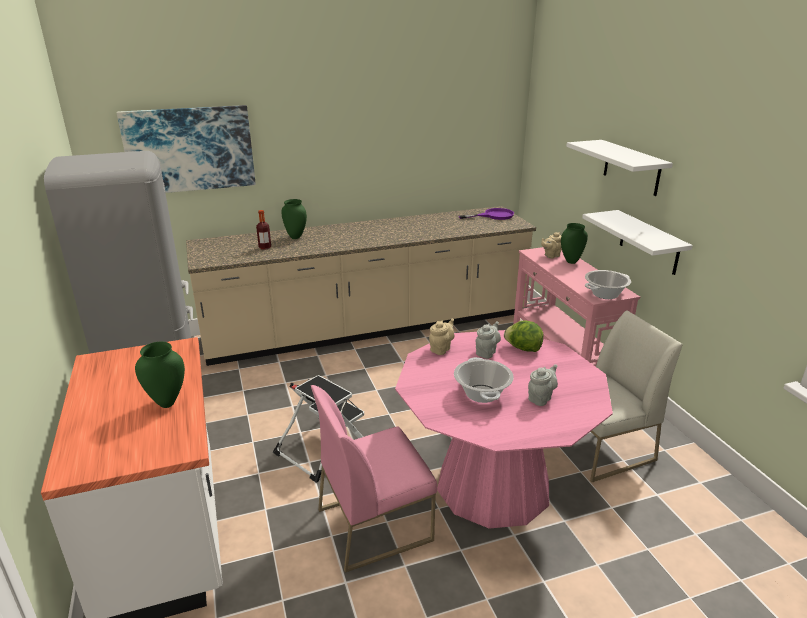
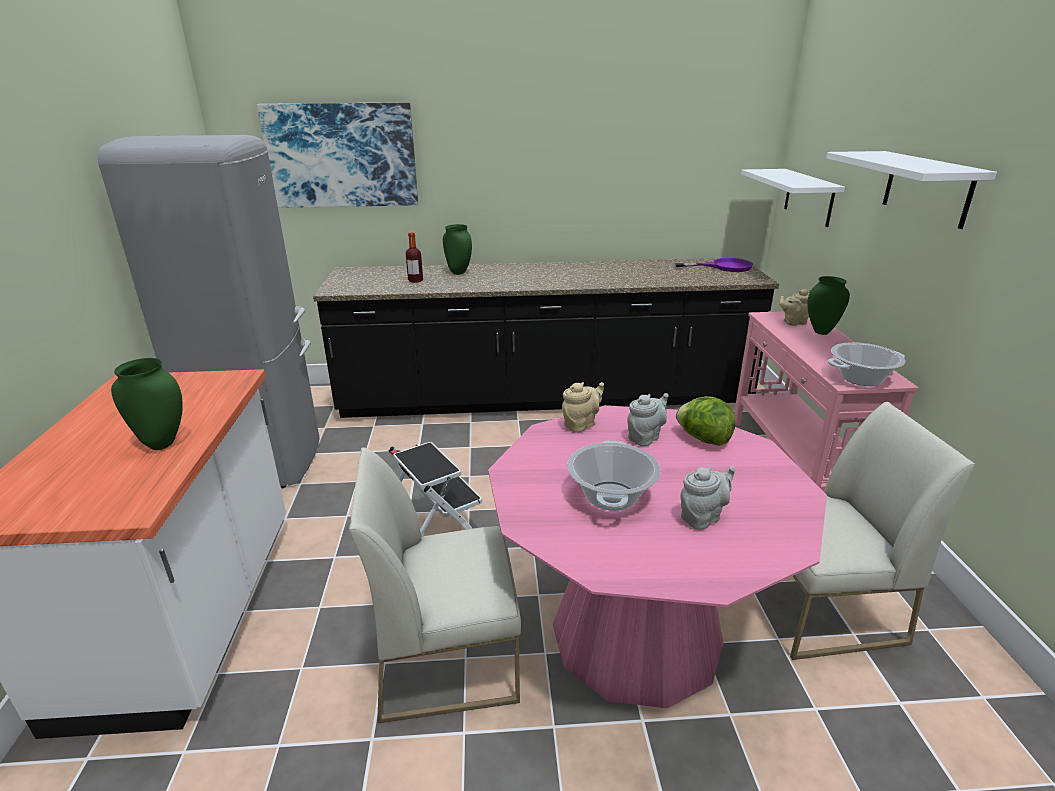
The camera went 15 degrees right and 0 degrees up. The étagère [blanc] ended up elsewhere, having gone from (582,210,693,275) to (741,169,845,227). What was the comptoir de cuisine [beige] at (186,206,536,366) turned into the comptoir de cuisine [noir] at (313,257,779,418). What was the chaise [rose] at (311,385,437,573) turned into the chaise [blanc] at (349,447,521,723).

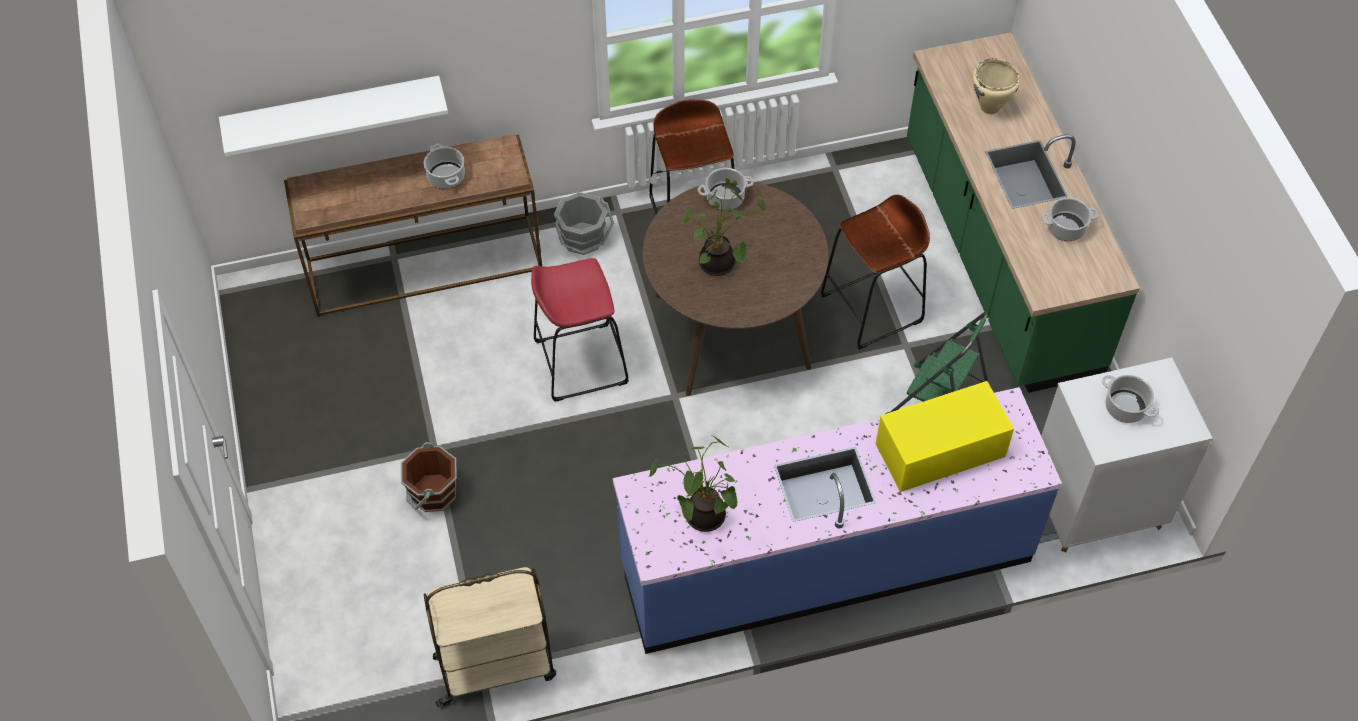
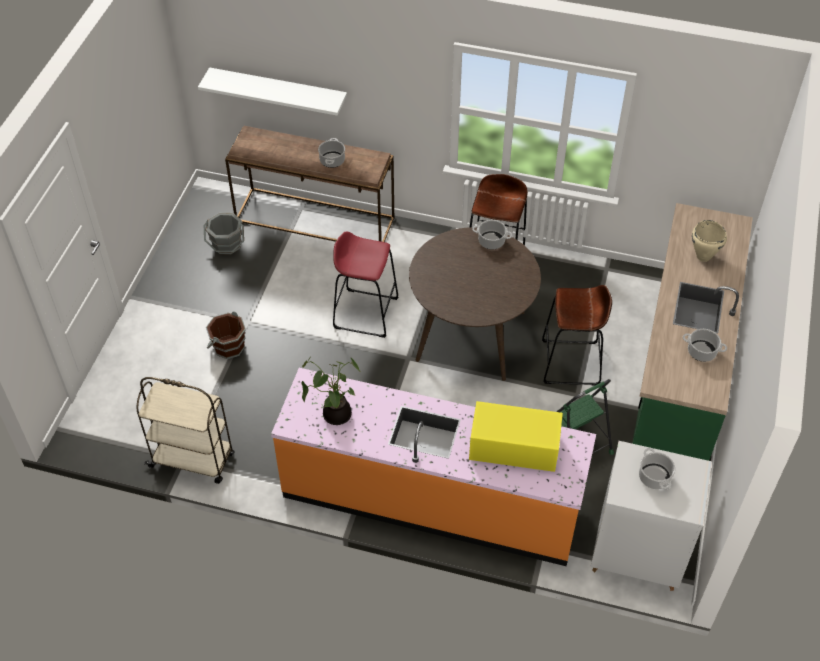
The camera went 30 degrees right and 5 degrees down. The second view lost the plante en pot at (682,178,766,276). The seau [gris] ended up elsewhere, having gone from (554,192,614,255) to (203,213,244,255). What was the comptoir de cuisine [bleu] at (613,387,1062,654) turned into the comptoir de cuisine [orange] at (271,368,596,566).

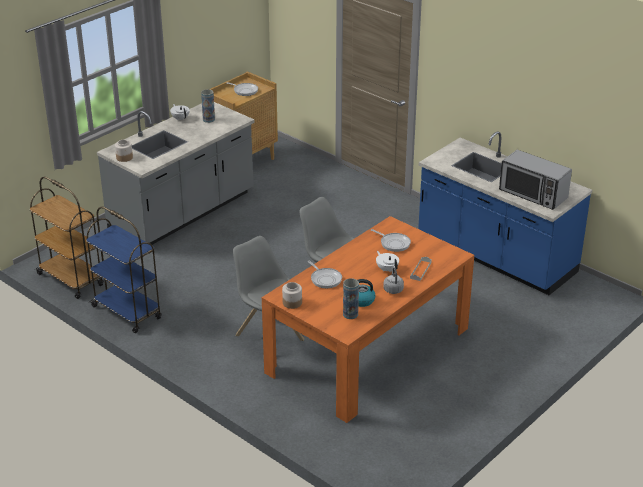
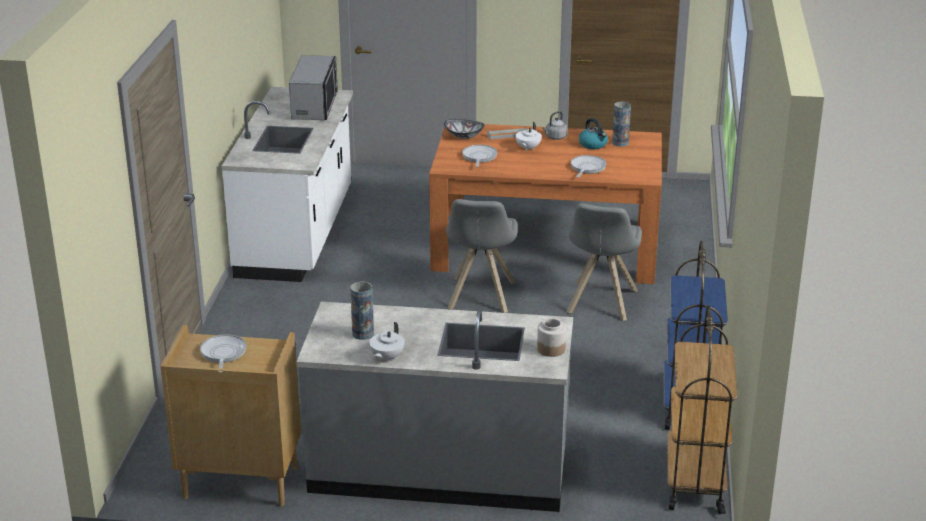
The camera went 125 degrees left and 5 degrees down. The second view lost the bocal at (282,282,302,309). The second view gained the bol at (444,119,485,139). What was the comptoir de cuisine [bleu] at (418,131,592,295) turned into the comptoir de cuisine [blanc] at (222,87,353,282).

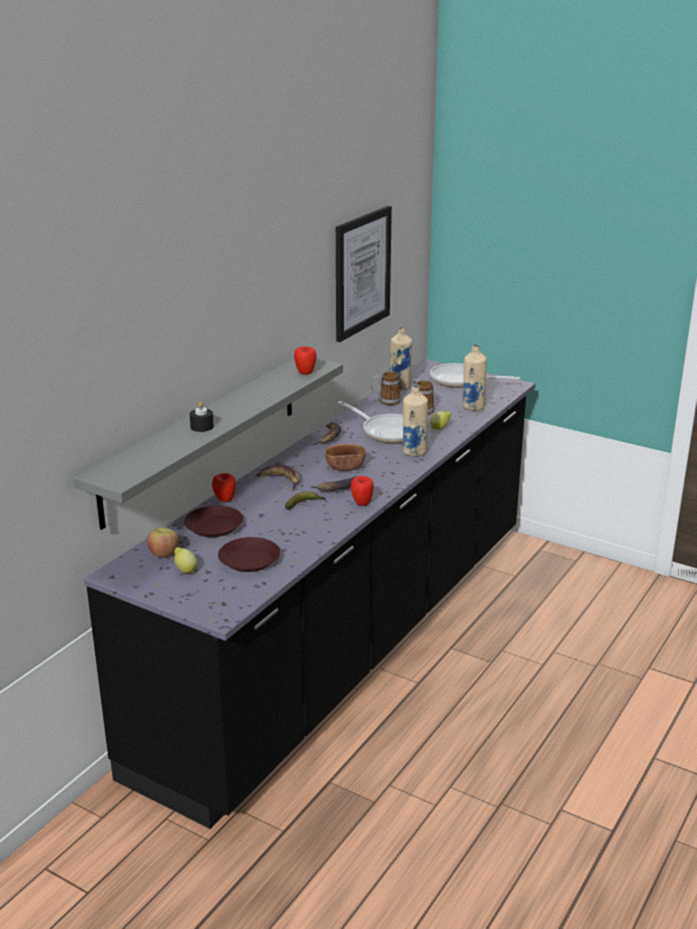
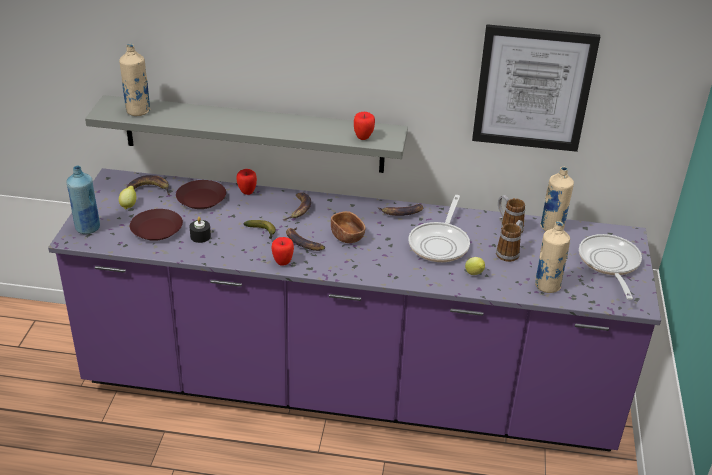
The camera went 65 degrees right and 10 degrees up. The second view gained the bouteille [bleu] at (66,166,100,234). The bougie [noir] ended up elsewhere, having gone from (190,401,214,432) to (189,217,211,243). The bouteille [beige] ended up elsewhere, having gone from (403,385,428,457) to (119,44,151,116). Where the pomme stood at (147,527,179,558), the banane came to stand at (126,175,170,195). What was the comptoir de cuisine [noir] at (84,359,535,829) turned into the comptoir de cuisine [violet] at (48,168,661,452).

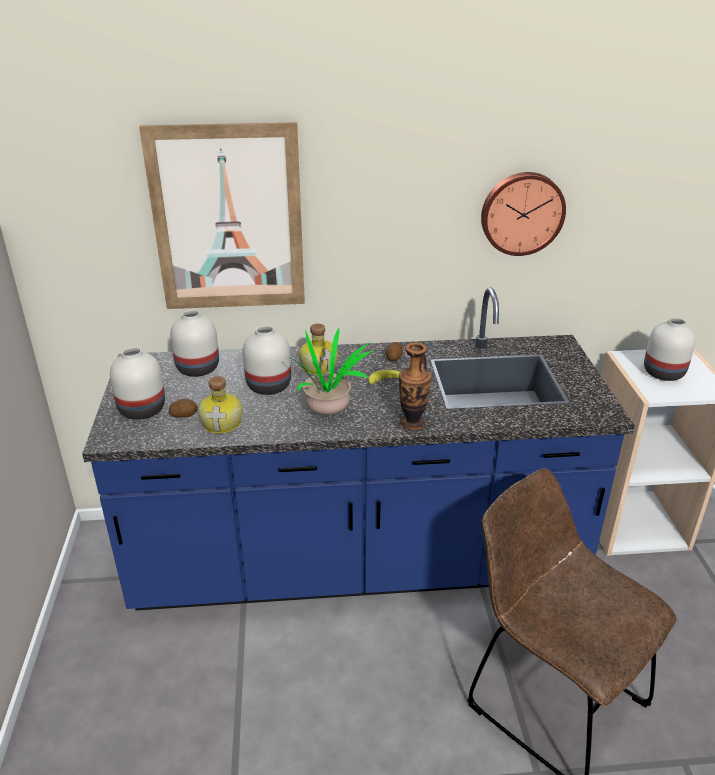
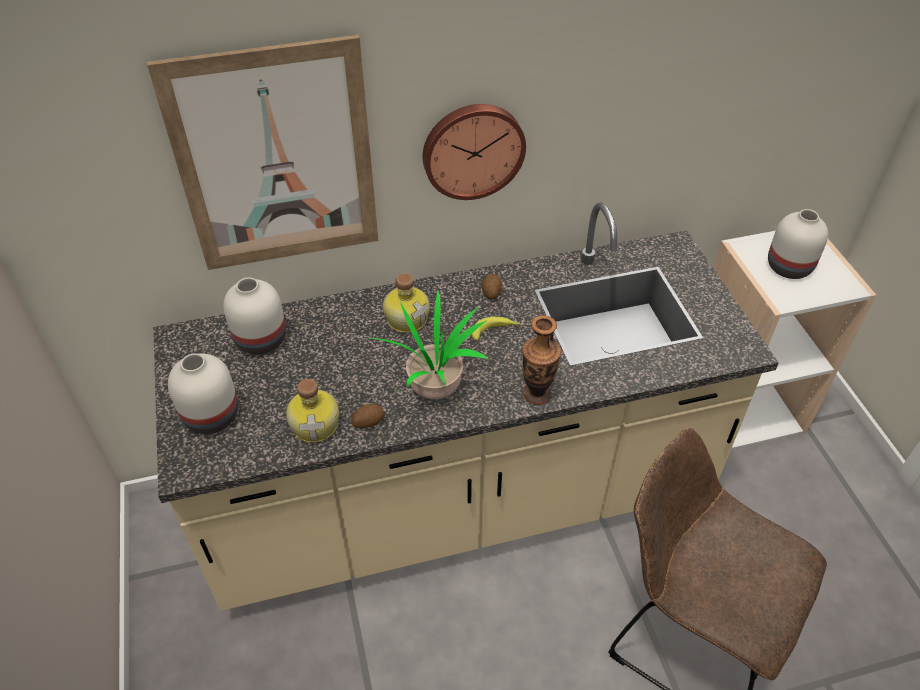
The camera went 10 degrees left and 15 degrees up. The second view lost the vase [blanc] at (243,325,291,395). The pomme de terre ended up elsewhere, having gone from (169,399,198,418) to (351,404,385,428). The horloge murale ended up elsewhere, having gone from (481,172,566,256) to (423,104,526,200). What was the comptoir de cuisine [bleu] at (82,287,635,611) turned into the comptoir de cuisine [beige] at (153,203,779,611).

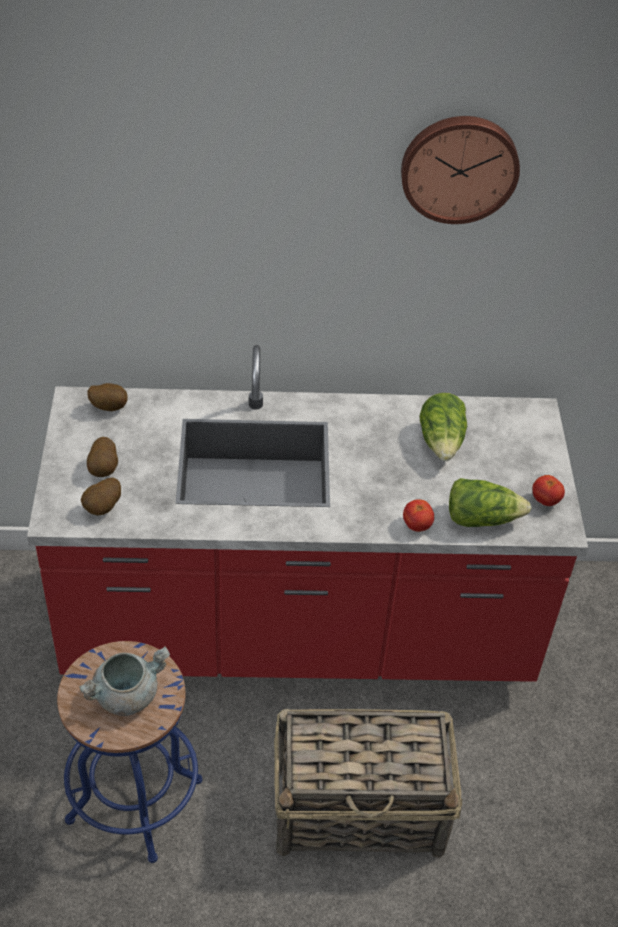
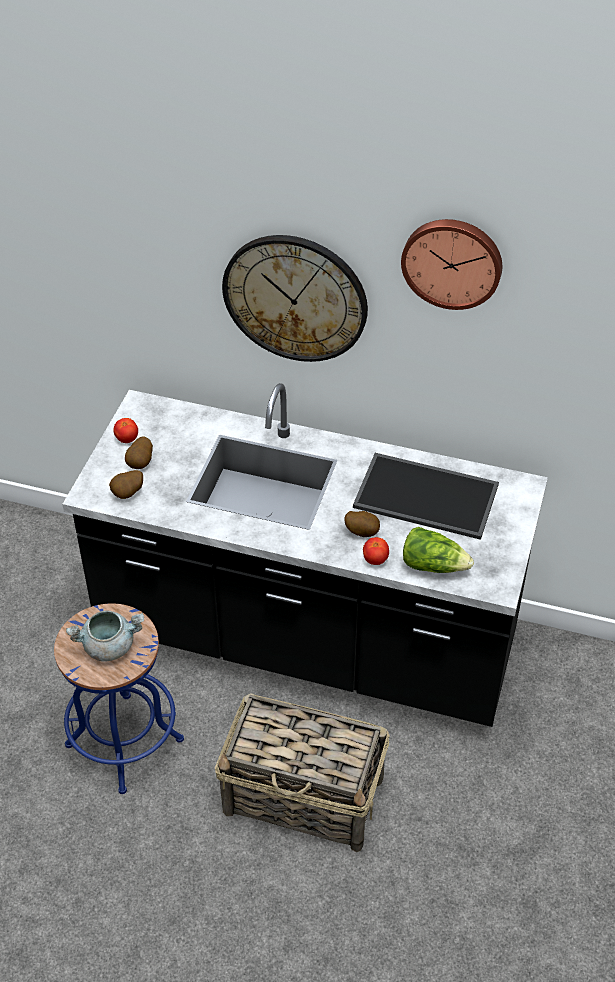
The camera went 20 degrees right and 0 degrees up. The second view gained the horloge murale at (222,235,368,362). The pomme de terre ended up elsewhere, having gone from (87,383,128,411) to (345,511,380,537). The tomate ended up elsewhere, having gone from (532,475,565,506) to (113,418,138,443). Where the laitue stood at (419,393,467,461), the plateau came to stand at (353,453,499,540). What was the comptoir de cuisine [rouge] at (27,345,588,682) turned into the comptoir de cuisine [noir] at (62,383,548,727).

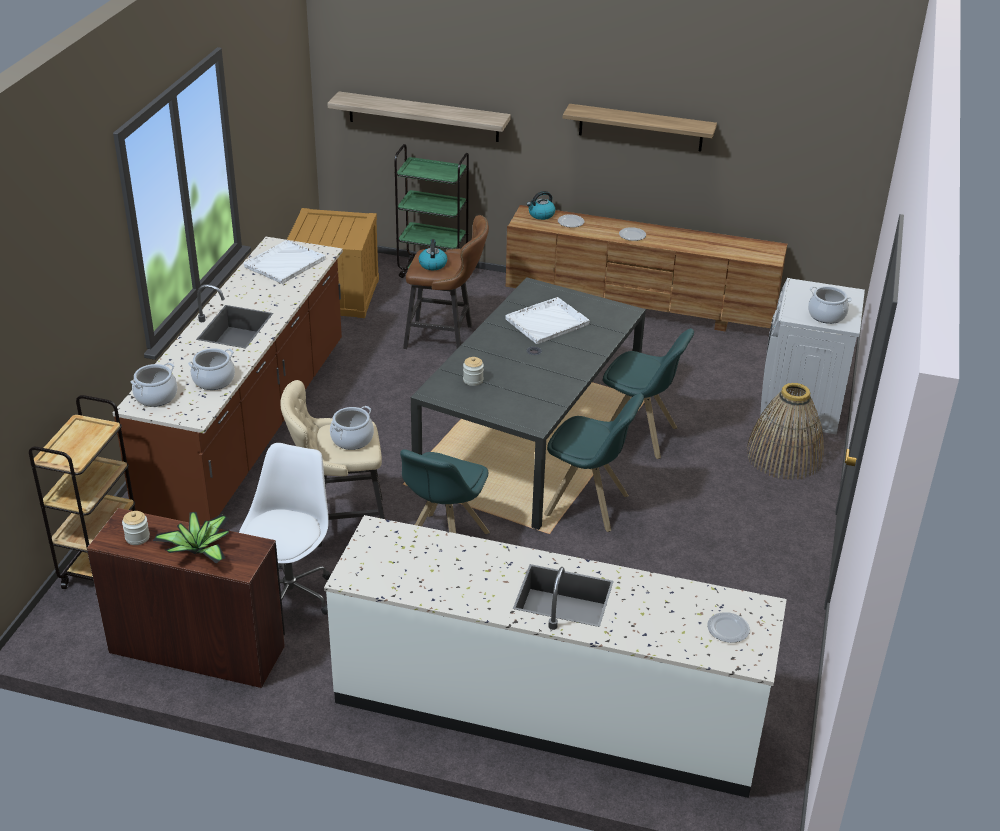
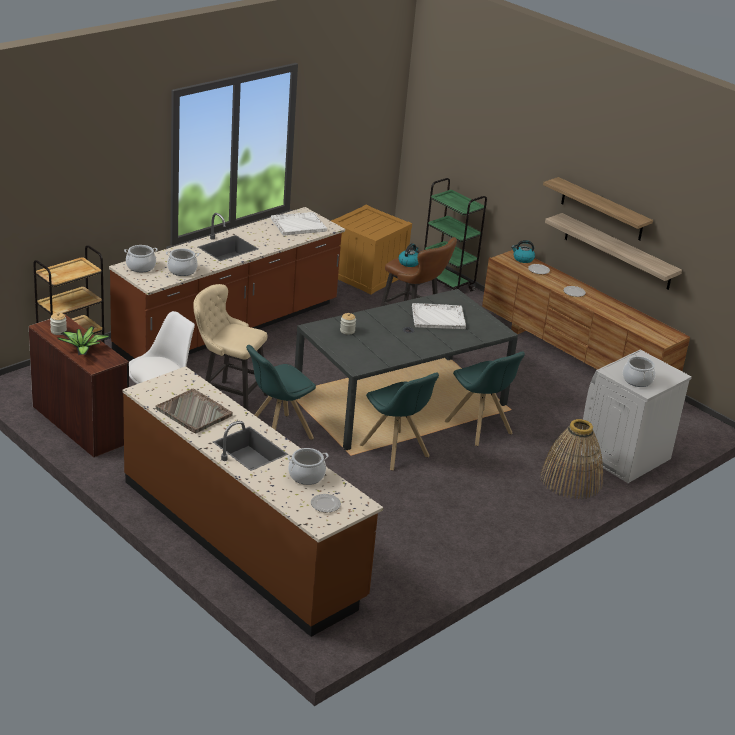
The camera went 30 degrees right and 5 degrees down. The second view gained the plateau [gris] at (156,388,233,433). The étagère ended up elsewhere, having gone from (327,91,511,142) to (545,213,682,290). The marmite ended up elsewhere, having gone from (330,406,374,450) to (288,448,329,485). What was the comptoir de cuisine [blanc] at (324,515,787,798) turned into the comptoir de cuisine [marron] at (123,366,383,637).

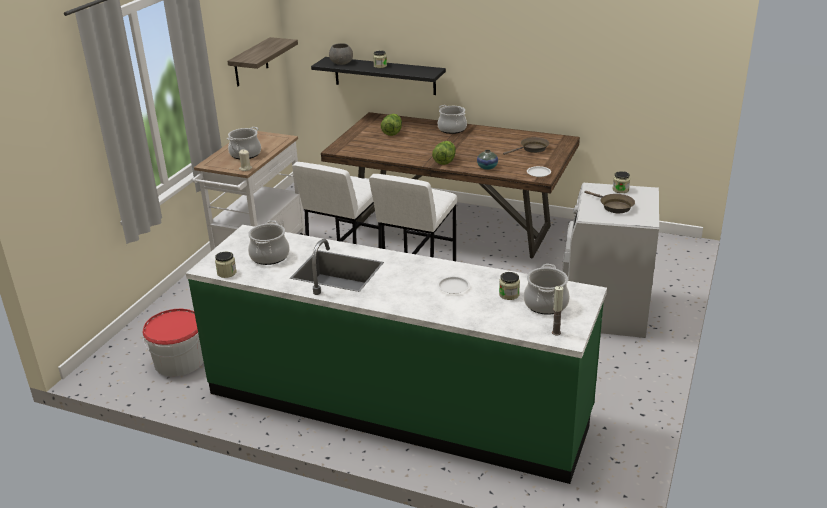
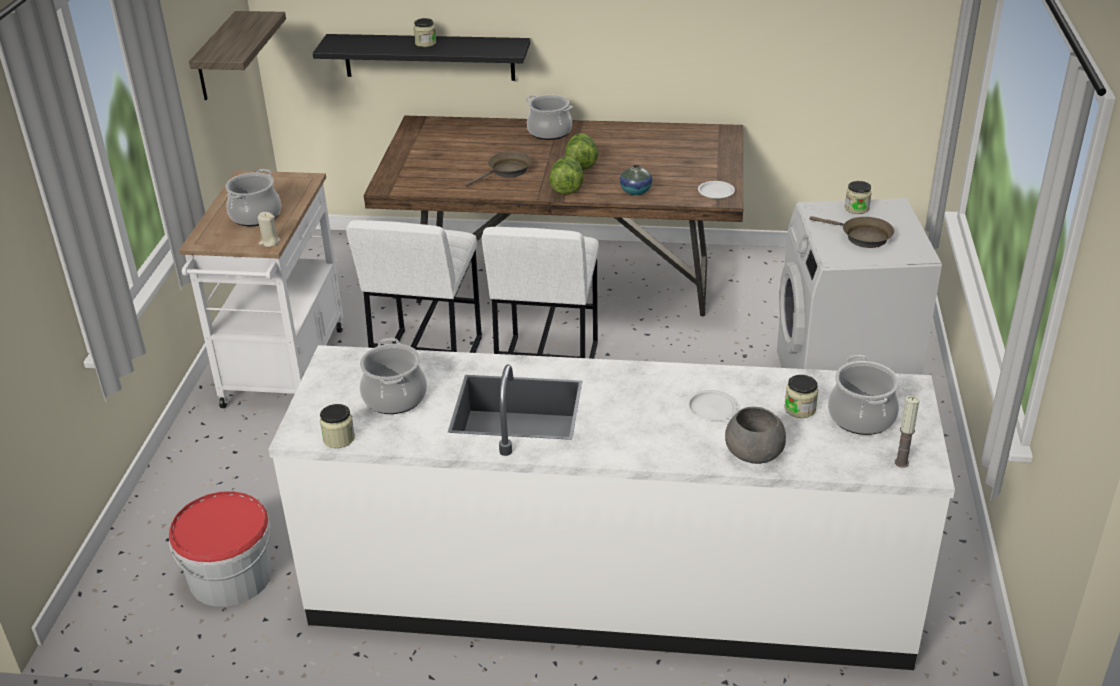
The camera went 15 degrees left and 5 degrees up. The bol [gris] ended up elsewhere, having gone from (329,43,353,65) to (725,407,786,464). The laitue ended up elsewhere, having gone from (381,114,402,136) to (566,133,598,170). The poêle [marron] ended up elsewhere, having gone from (503,137,549,155) to (465,152,532,187). What was the comptoir de cuisine [vert] at (186,225,607,484) turned into the comptoir de cuisine [blanc] at (268,345,955,670).

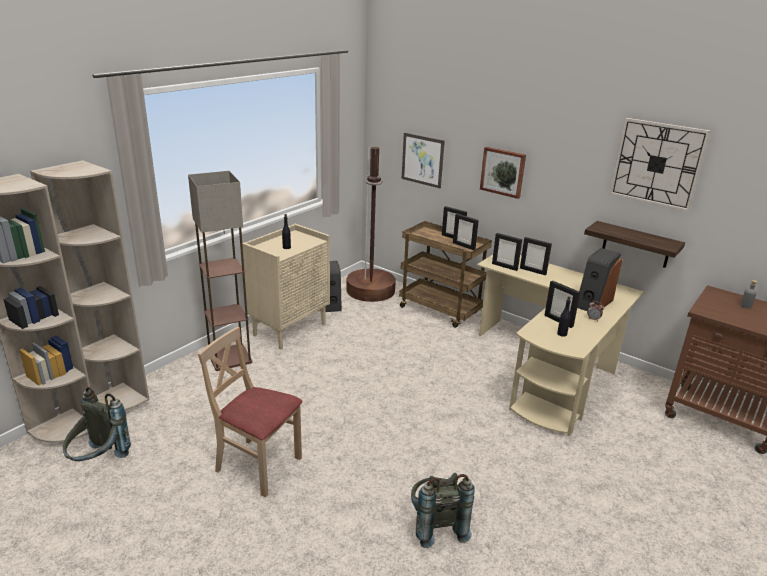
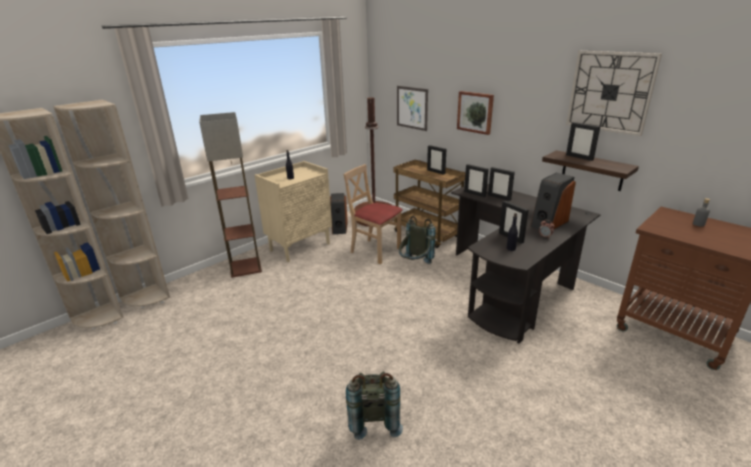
The camera went 10 degrees right and 0 degrees up. The sac à dos [gris] ended up elsewhere, having gone from (63,387,131,461) to (399,216,436,264). The chaise [beige] ended up elsewhere, having gone from (198,327,302,497) to (344,164,403,264). The cadre photo ended up elsewhere, having gone from (453,213,479,250) to (566,122,600,161). What was the bureau [beige] at (477,255,644,437) turned into the bureau [noir] at (451,184,601,343).

